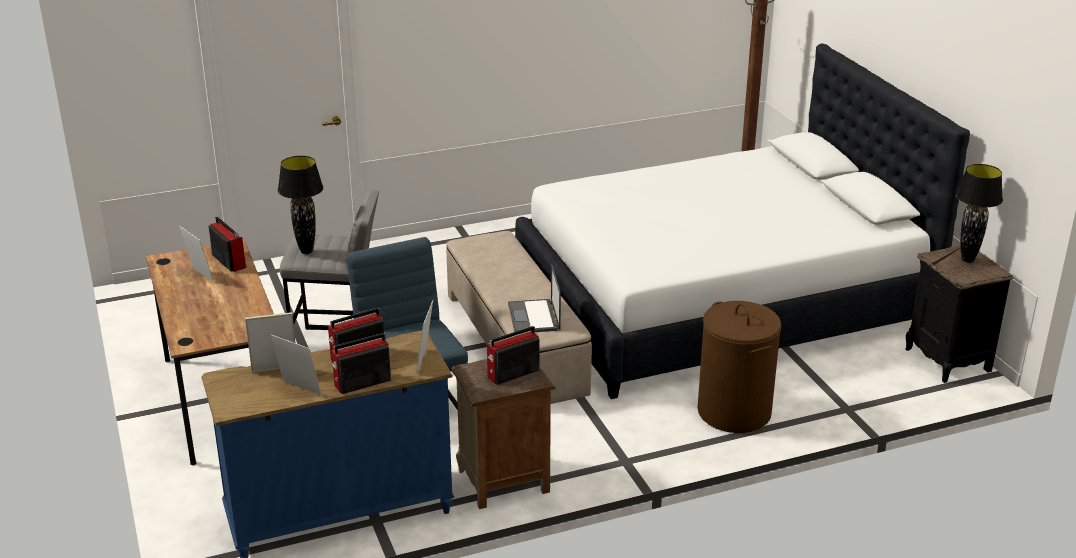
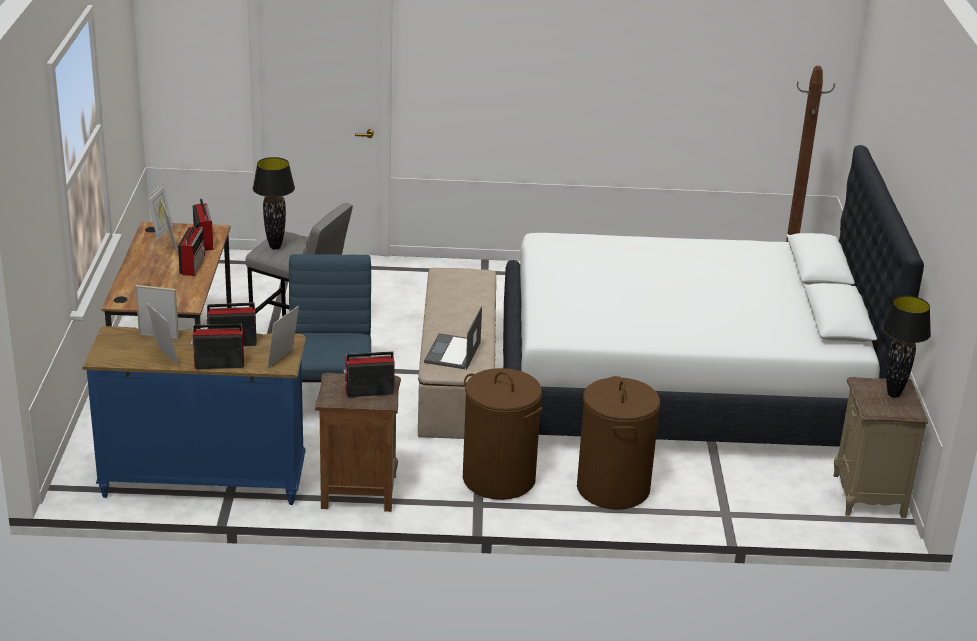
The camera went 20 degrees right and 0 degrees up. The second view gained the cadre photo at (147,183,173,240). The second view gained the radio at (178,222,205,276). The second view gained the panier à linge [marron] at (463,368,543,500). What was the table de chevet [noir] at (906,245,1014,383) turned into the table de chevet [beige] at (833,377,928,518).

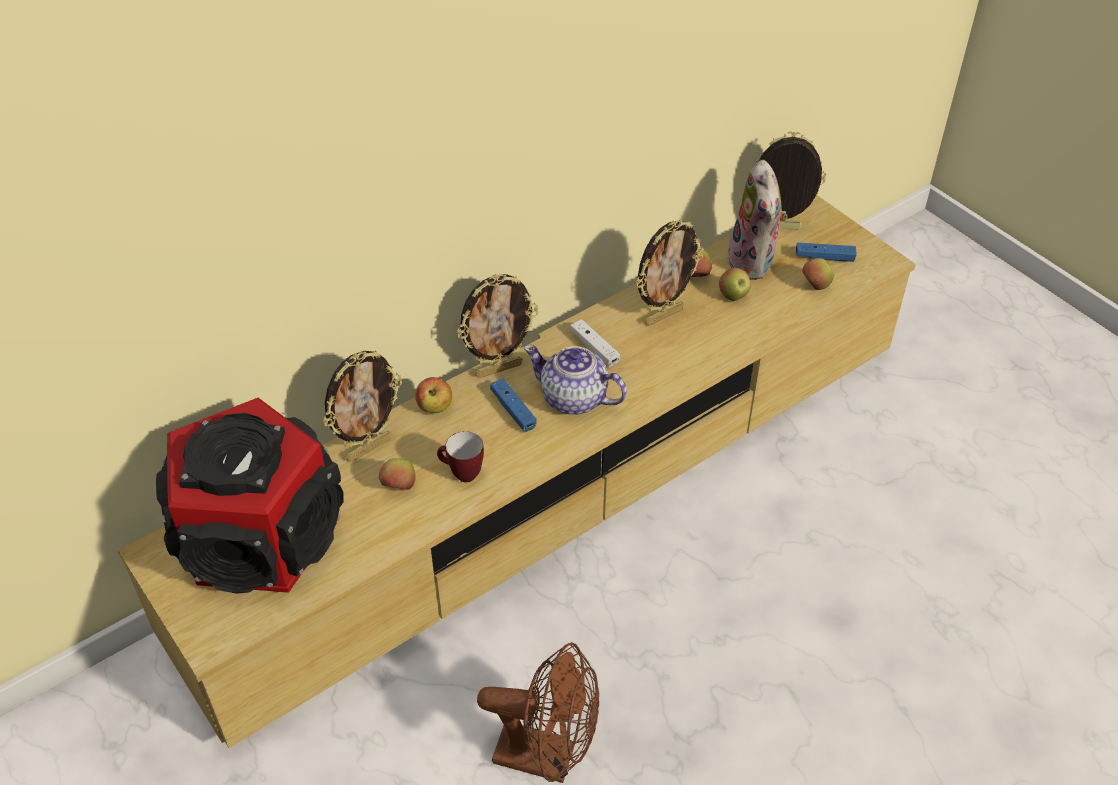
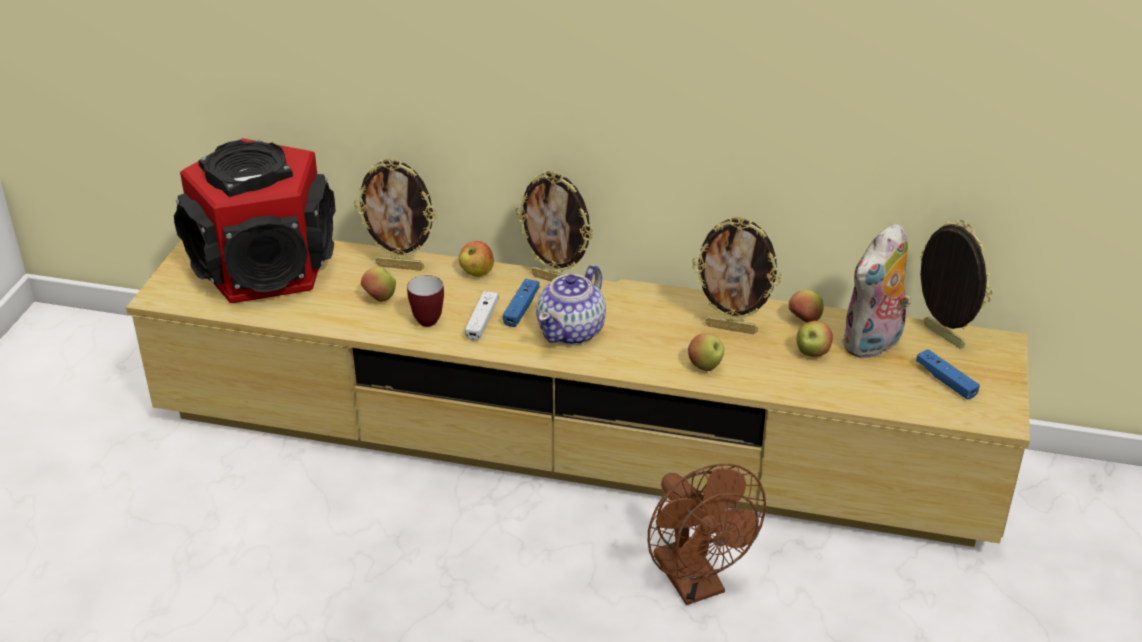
The camera went 50 degrees right and 10 degrees down. The ventilateur [marron] ended up elsewhere, having gone from (477,642,599,783) to (648,464,766,605). The manette [blanc] ended up elsewhere, having gone from (570,319,620,367) to (465,291,499,341). The pomme ended up elsewhere, having gone from (802,258,835,290) to (688,333,724,371). The théière at (523,345,627,415) ended up facing another way, 135 degrees counterclockwise from before.

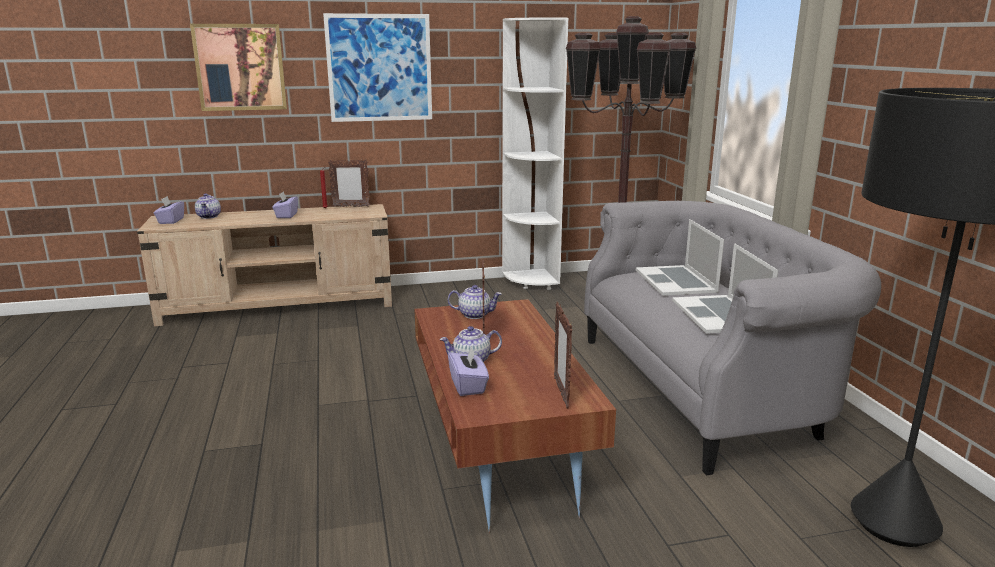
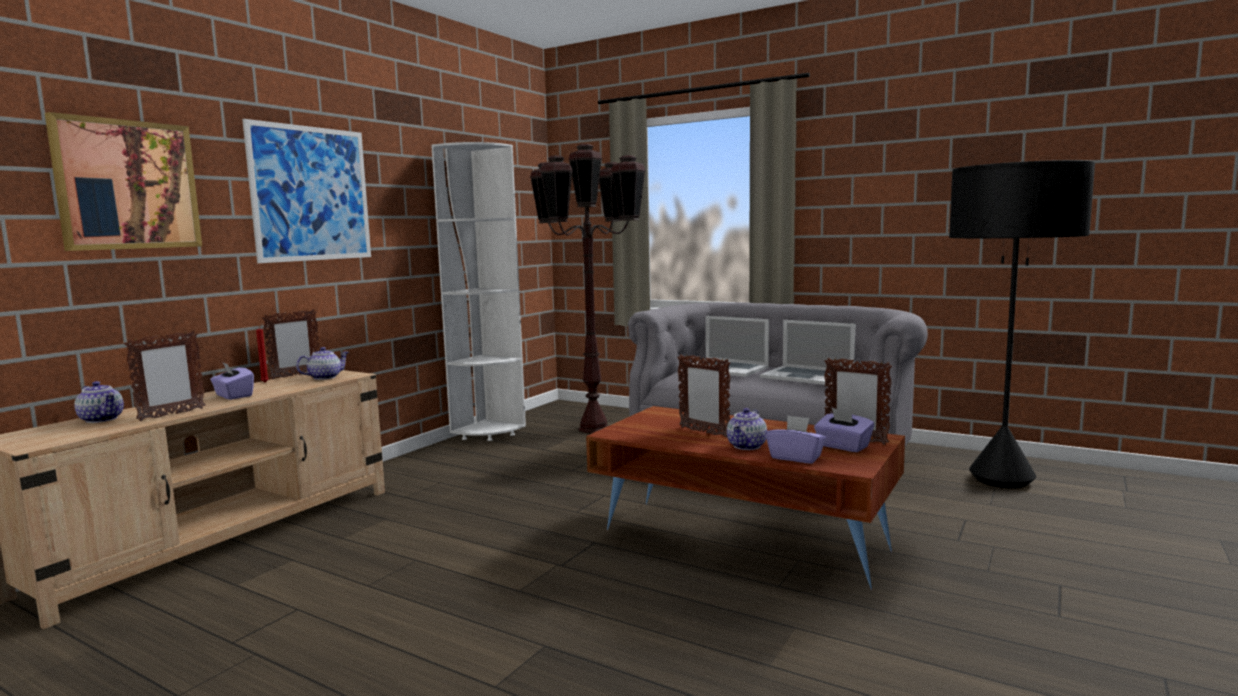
The camera went 45 degrees left and 10 degrees down. The second view gained the cadre photo at (124,330,206,421). The boîte à mouchoirs [violet] ended up elsewhere, having gone from (154,196,184,224) to (814,408,874,452). The théière ended up elsewhere, having gone from (448,285,502,319) to (296,347,349,380).

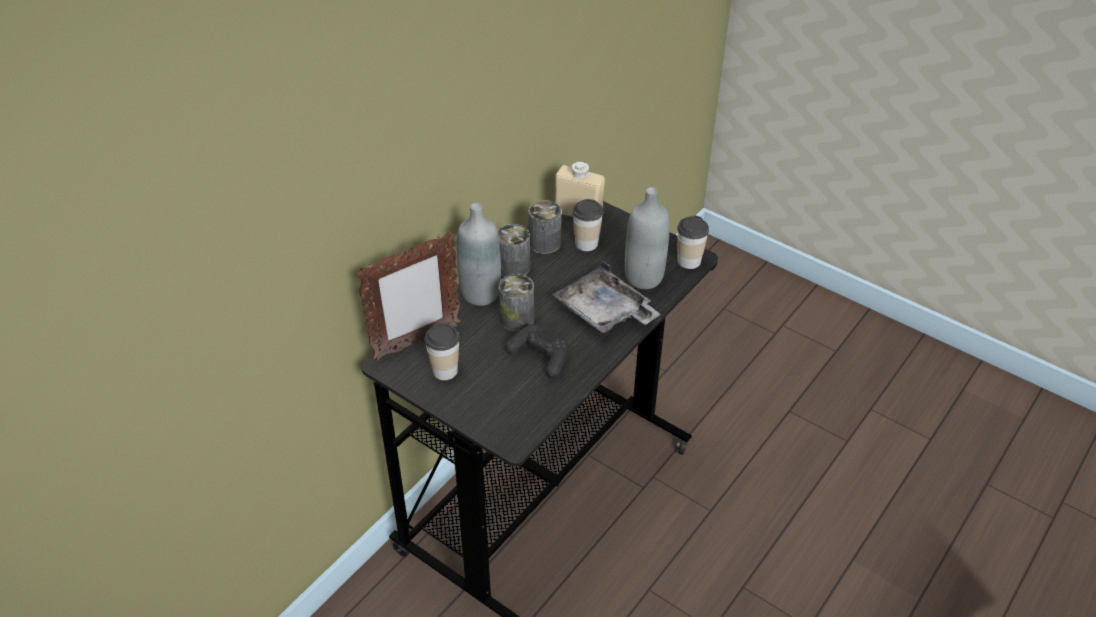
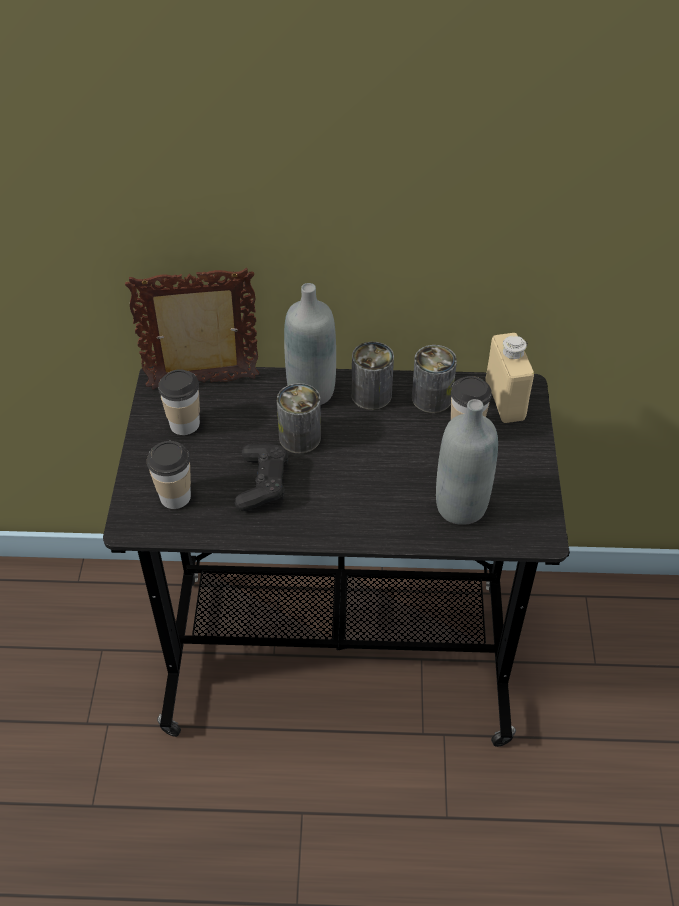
The camera went 55 degrees right and 5 degrees up. The second view lost the plateau [gris] at (552,261,661,333). The tasse ended up elsewhere, having gone from (677,216,709,269) to (147,441,191,509). The cadre photo at (356,231,461,361) ended up facing another way, 150 degrees clockwise from before.

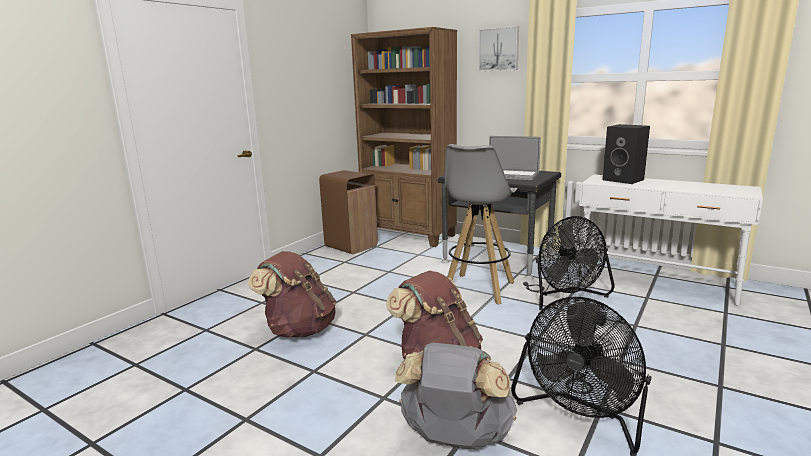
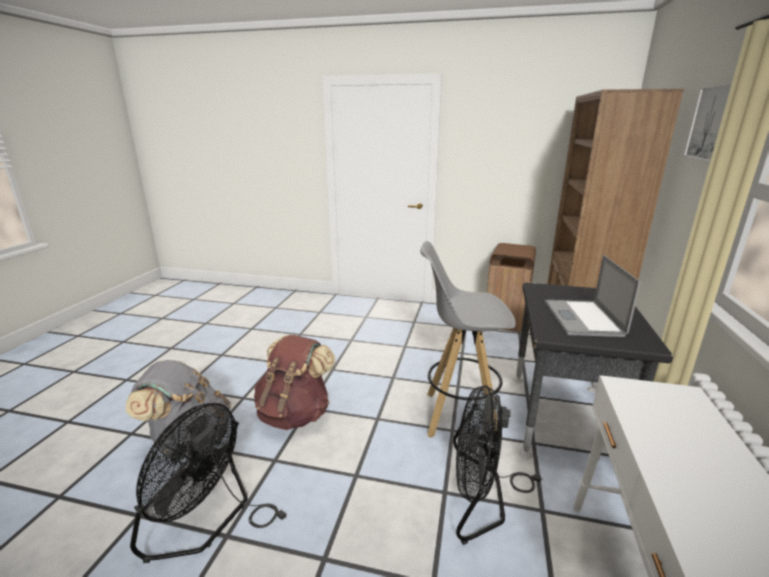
The camera went 70 degrees right and 5 degrees up. The second view lost the sac à dos [marron] at (248,251,336,337). The second view lost the enceinte [noir] at (603,124,650,184). The ventilateur [noir] at (523,216,615,310) ended up facing another way, 45 degrees clockwise from before.

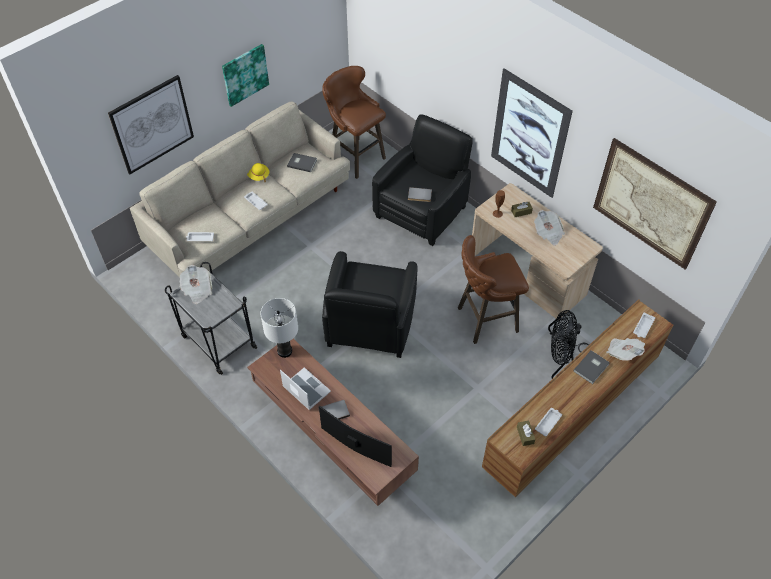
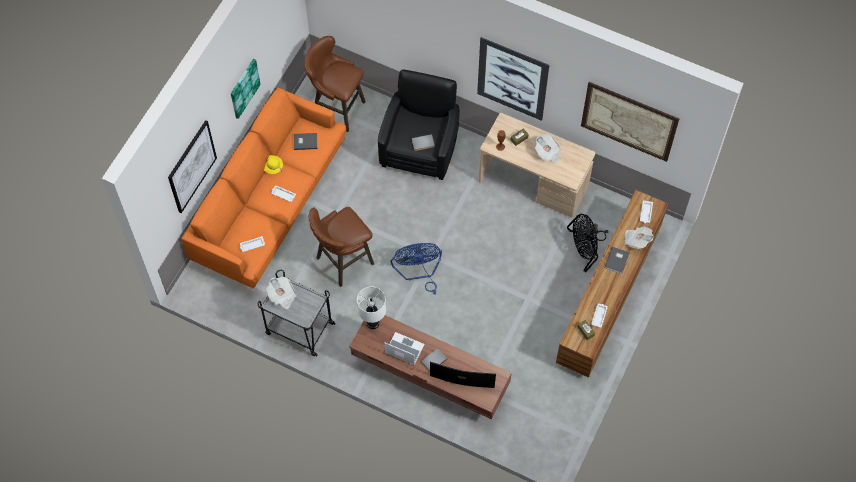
The camera went 20 degrees left and 10 degrees up. The tabouret [marron] ended up elsewhere, having gone from (458,235,529,344) to (309,207,374,287). Where the fauteuil [noir] stood at (322,251,418,358), the ventilateur [bleu] came to stand at (390,243,442,294). What was the canapé [beige] at (130,102,350,277) turned into the canapé [orange] at (181,88,346,289).

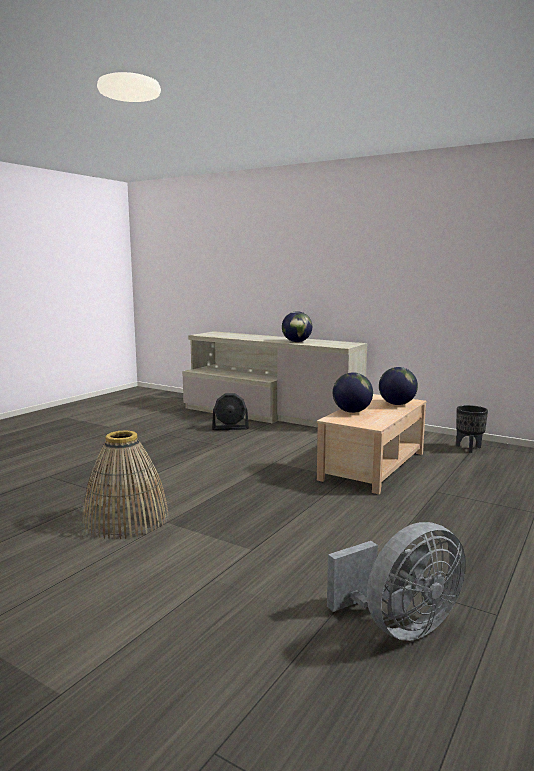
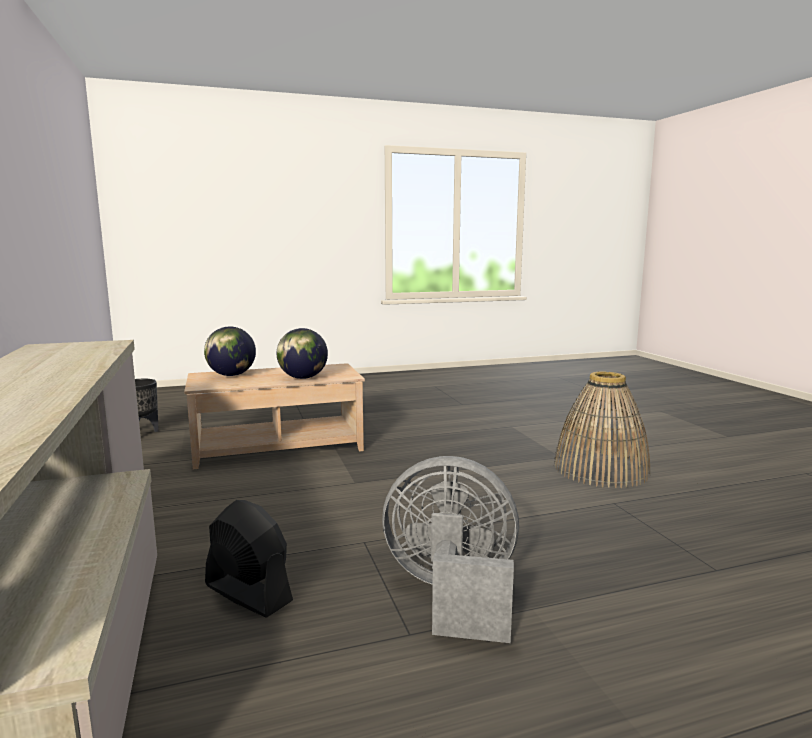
The camera went 140 degrees left and 0 degrees up. The second view lost the globe at (282,311,312,342). The ventilateur [gris] ended up elsewhere, having gone from (327,522,466,641) to (382,456,519,643).

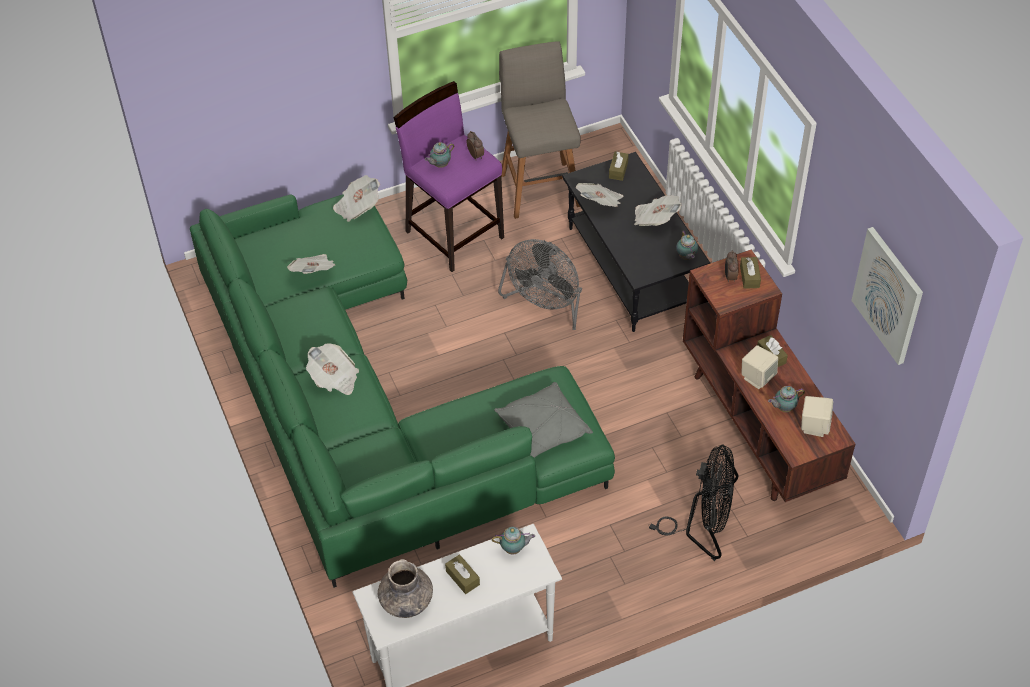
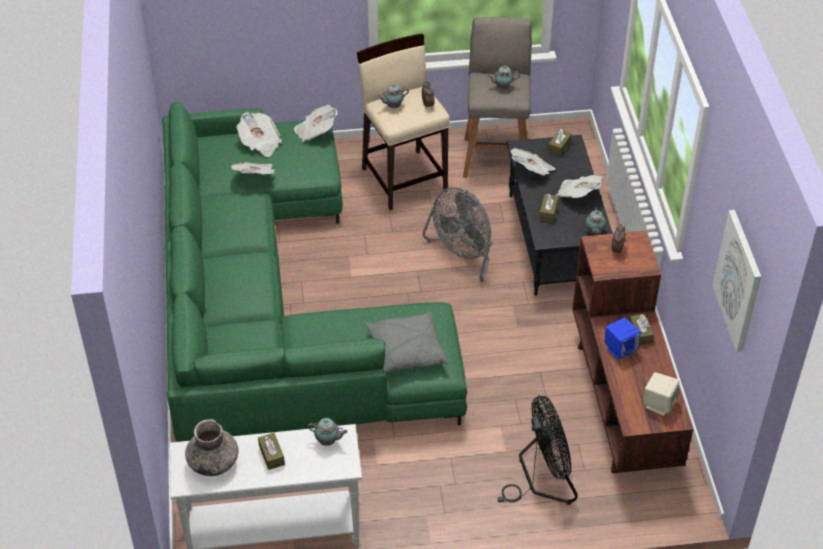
The camera went 15 degrees right and 5 degrees down. The journal ended up elsewhere, having gone from (306,343,359,395) to (236,112,282,157). The boîte à mouchoirs [marron] ended up elsewhere, having gone from (740,257,761,289) to (539,194,559,222). The théière ended up elsewhere, having gone from (768,386,805,412) to (487,66,520,90). What was the tabouret [violet] at (393,81,504,272) turned into the tabouret [beige] at (357,34,450,210). What was the enceinte [beige] at (741,345,778,389) turned into the enceinte [bleu] at (605,317,641,360). The ventilateur [noir] at (649,445,738,561) ended up facing another way, 45 degrees counterclockwise from before.

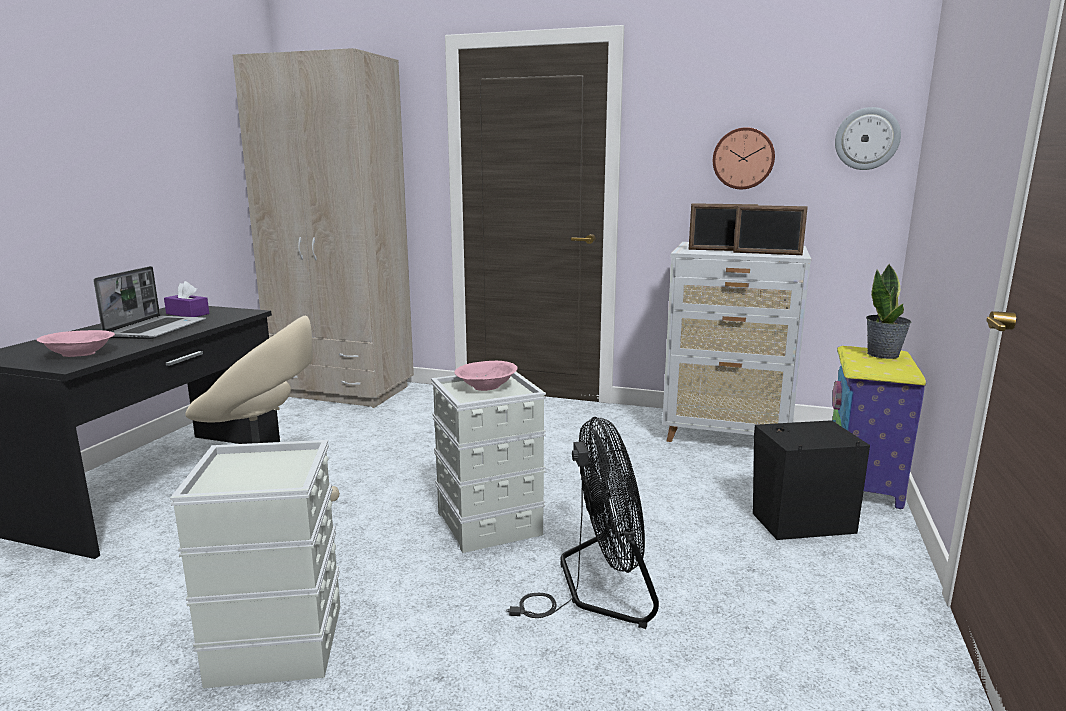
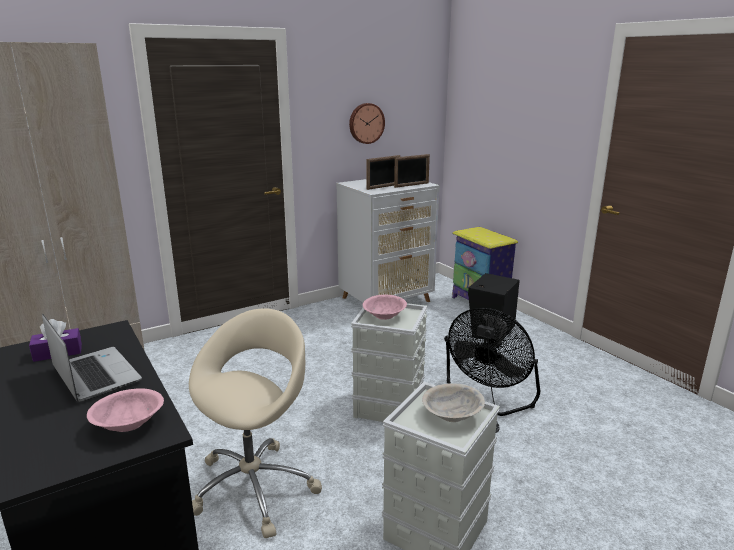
The camera went 50 degrees left and 5 degrees up. The second view lost the horloge murale at (835,107,901,170). The second view lost the plante en pot at (866,263,911,359). The second view gained the bol [beige] at (422,383,485,422).

